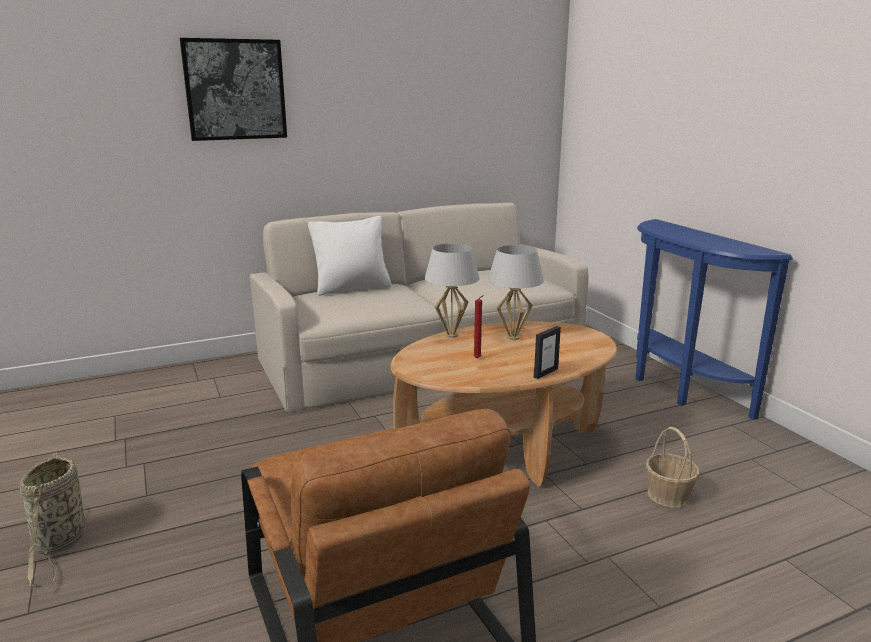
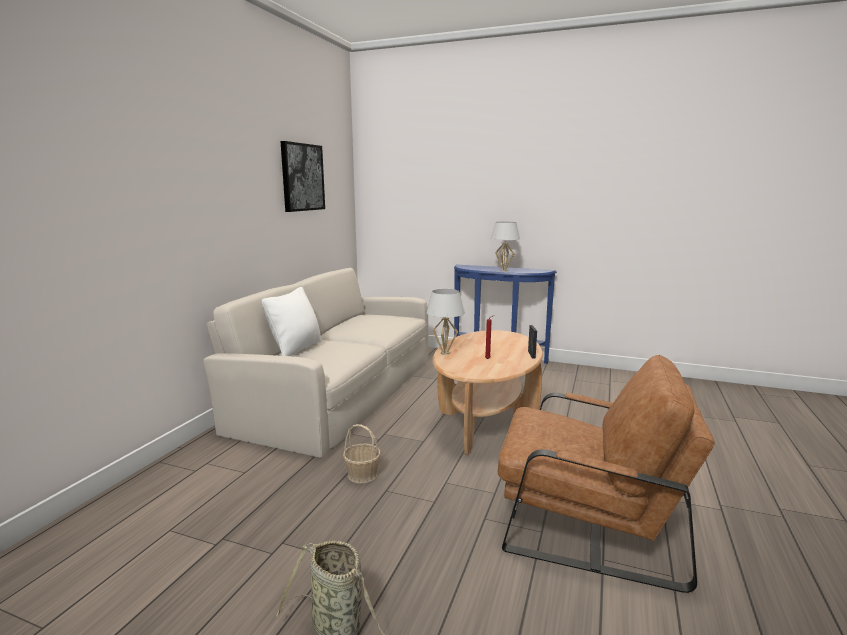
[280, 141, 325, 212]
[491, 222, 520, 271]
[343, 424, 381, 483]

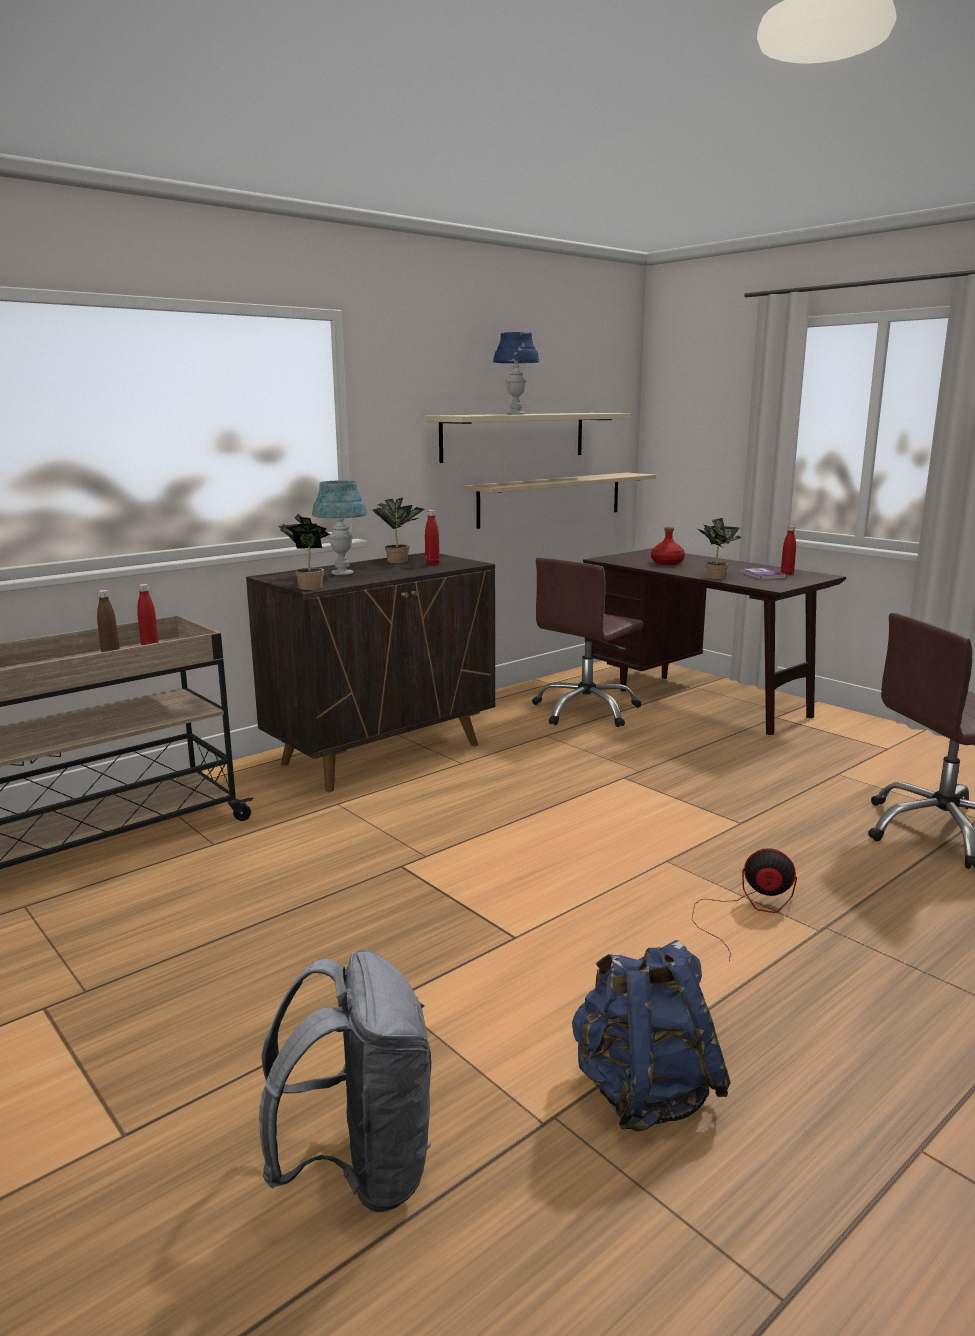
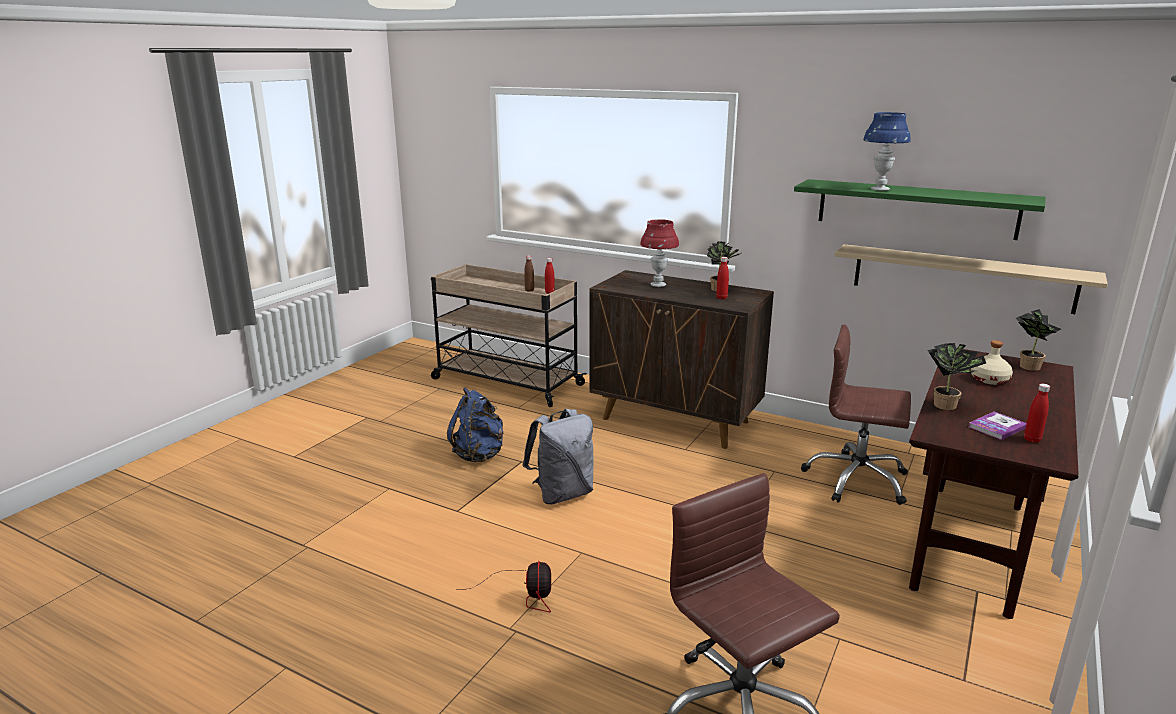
[522, 409, 594, 504]
[1016, 309, 1061, 371]
[447, 387, 504, 462]
[640, 219, 679, 287]
[794, 179, 1046, 240]
[970, 340, 1013, 385]

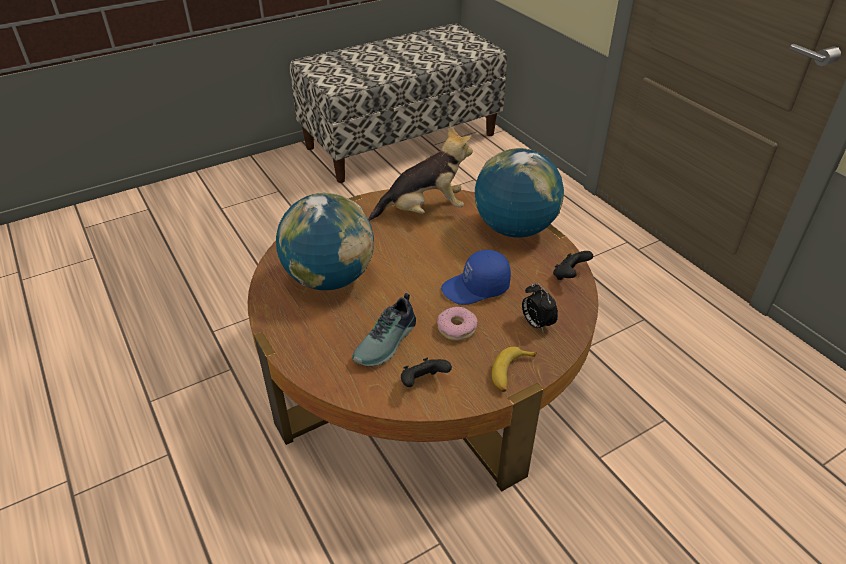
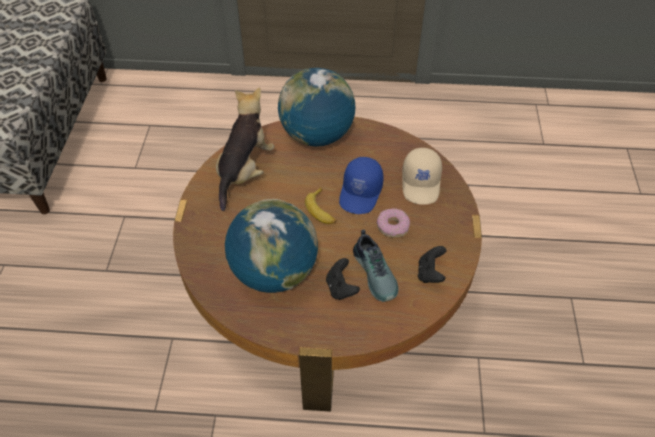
[305, 187, 337, 224]
[326, 258, 360, 300]
[402, 148, 442, 205]

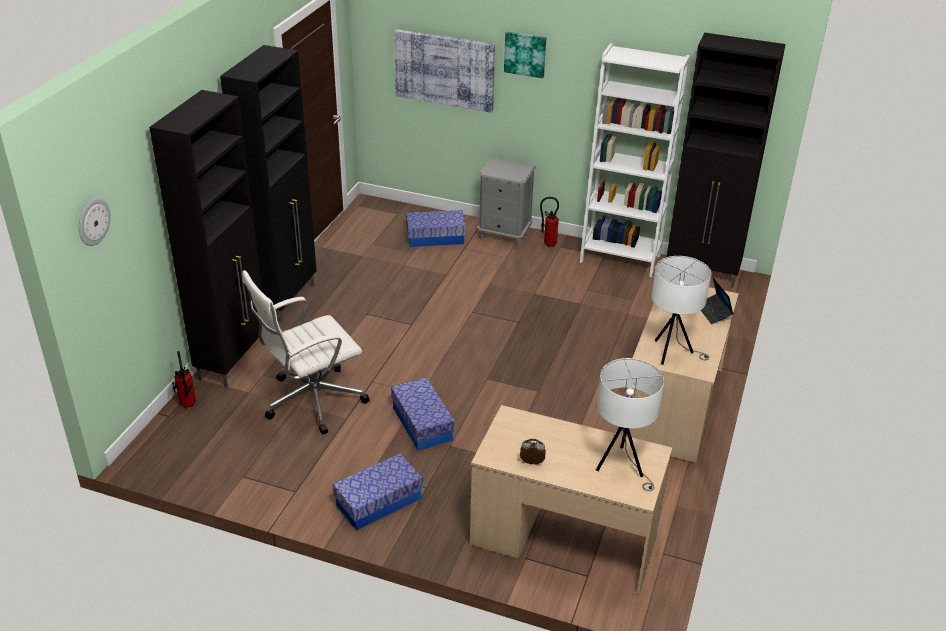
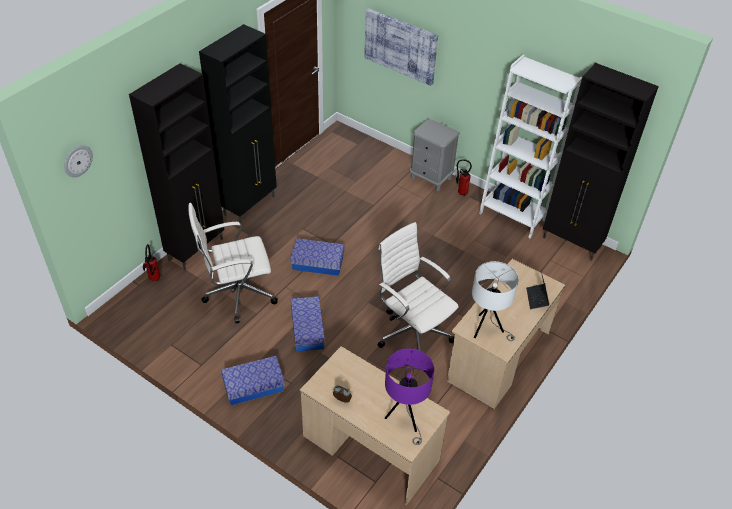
[504, 32, 546, 78] (first image)
[378, 222, 459, 351]
[290, 238, 344, 276]
[385, 348, 434, 445]

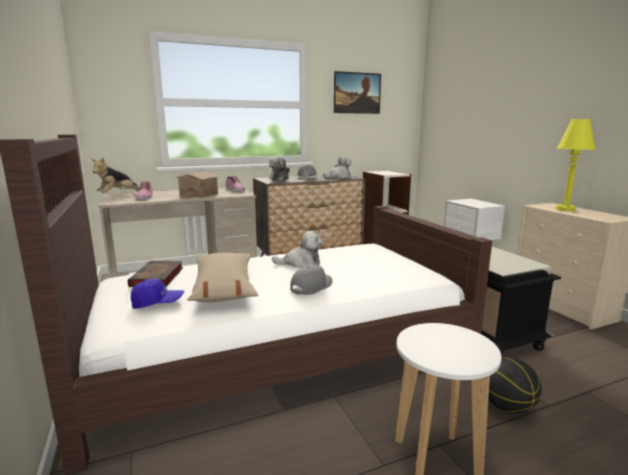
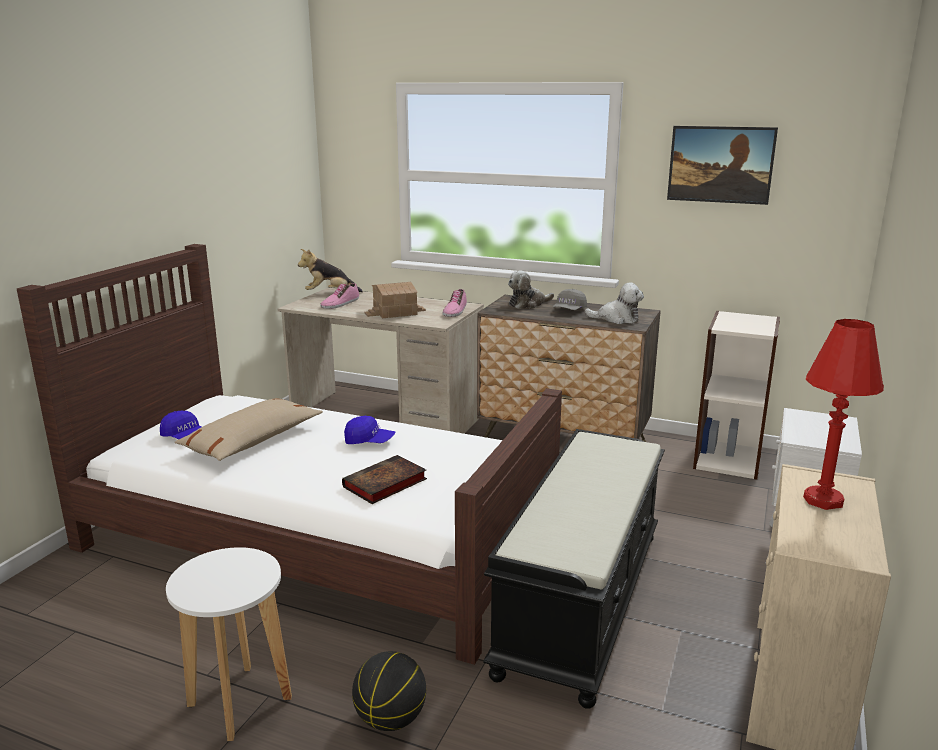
[290, 264, 332, 295] (first image)
[342, 455, 427, 504]
[344, 416, 396, 444]
[803, 319, 884, 510]

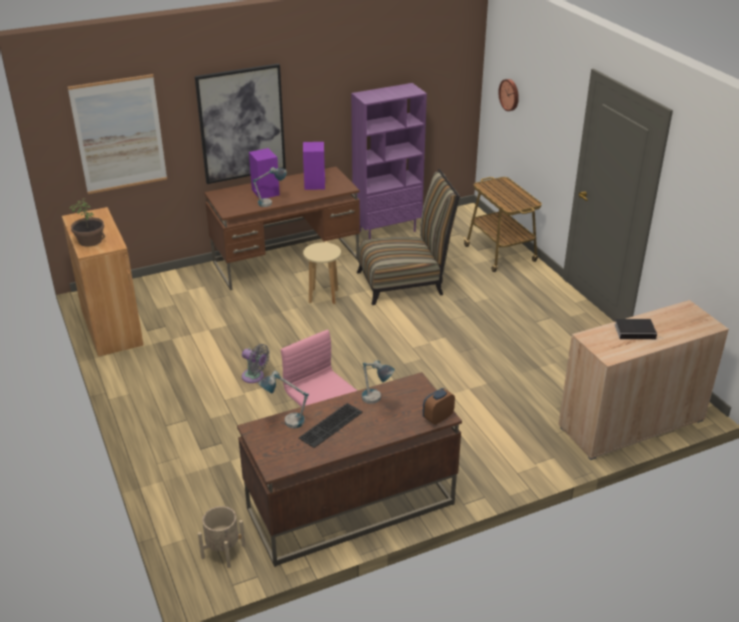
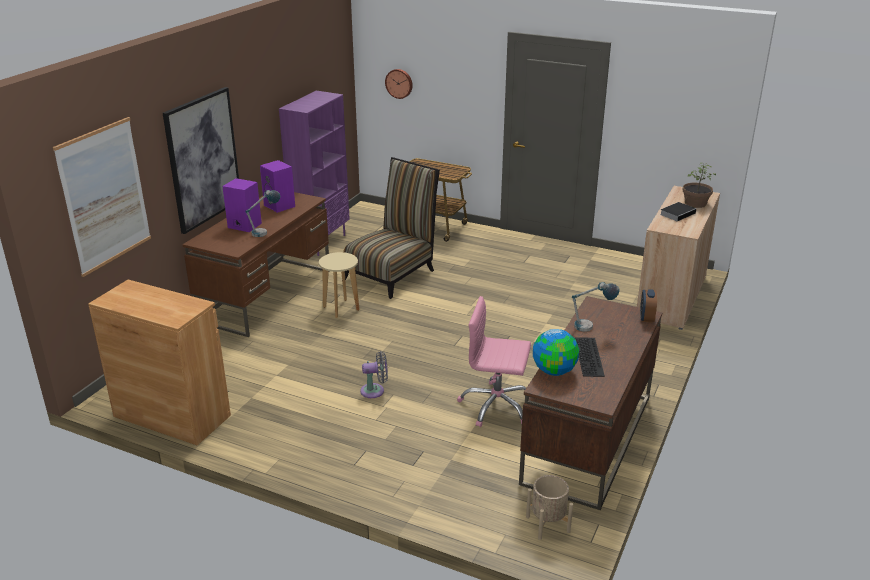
[683, 163, 716, 208]
[533, 329, 579, 376]

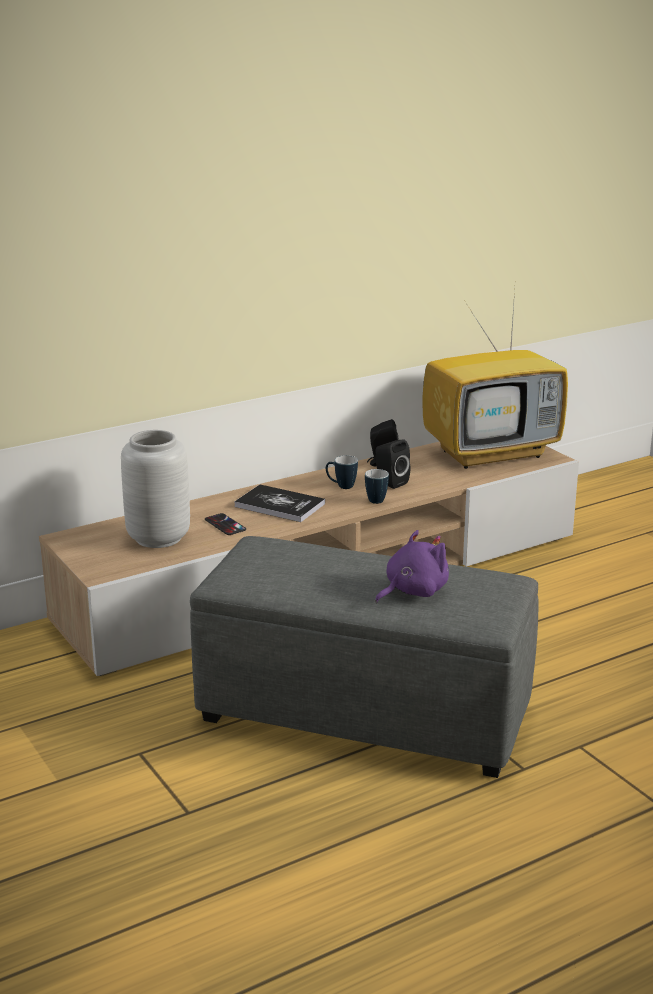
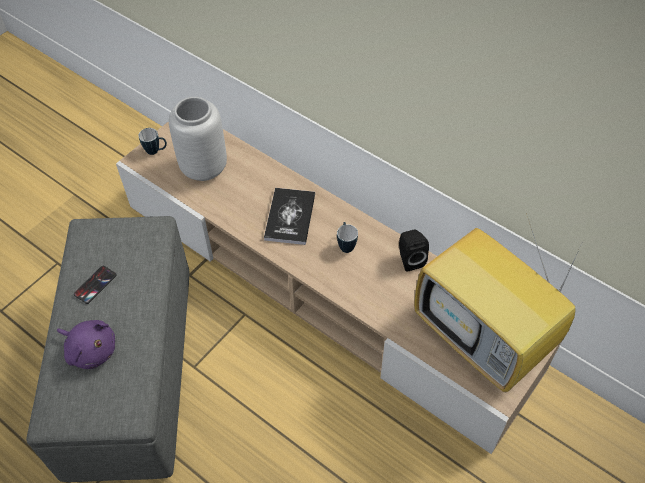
[375, 439, 410, 489] (first image)
[74, 266, 117, 304]
[139, 128, 167, 155]

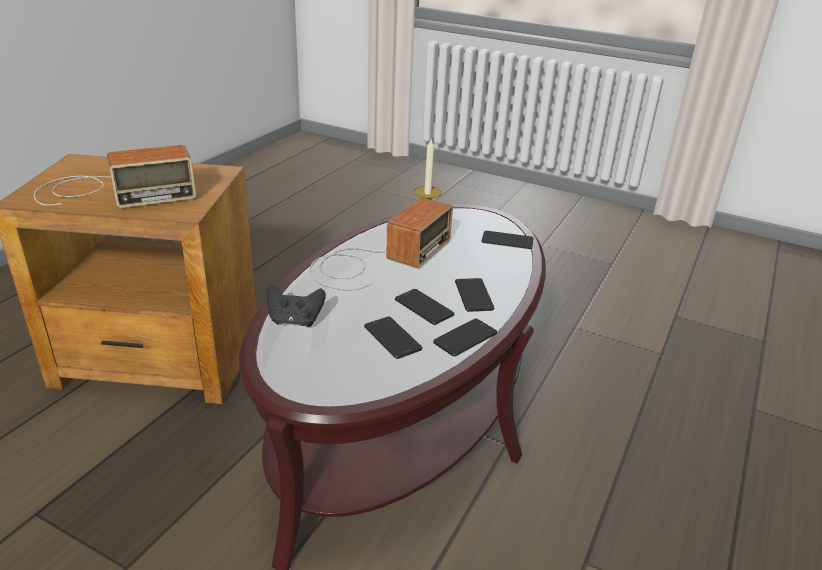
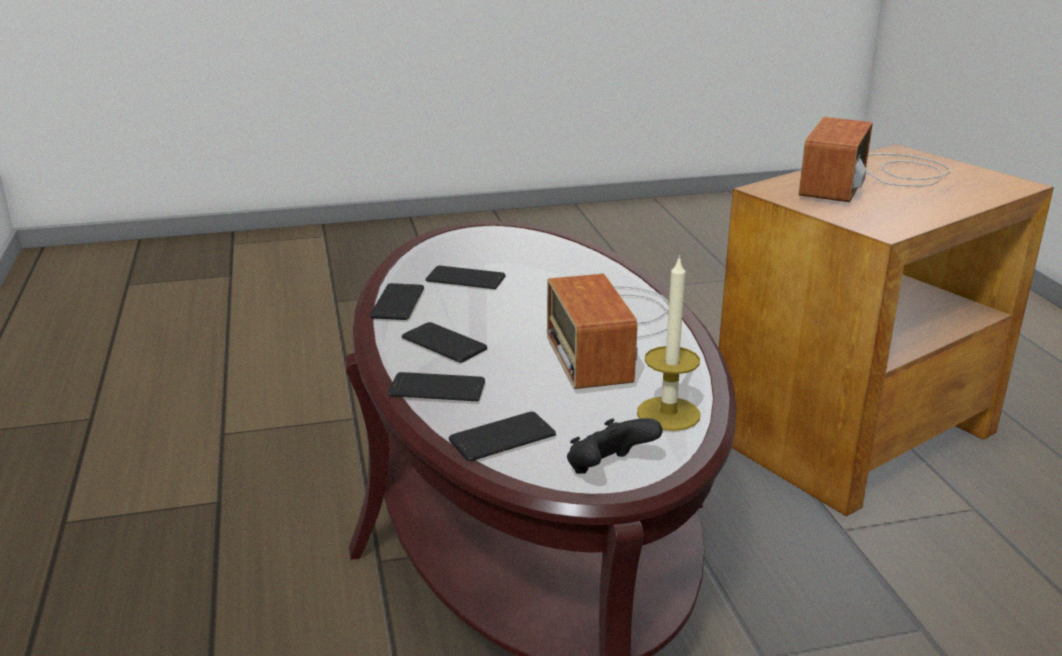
[567, 418, 663, 474]
[388, 372, 485, 401]

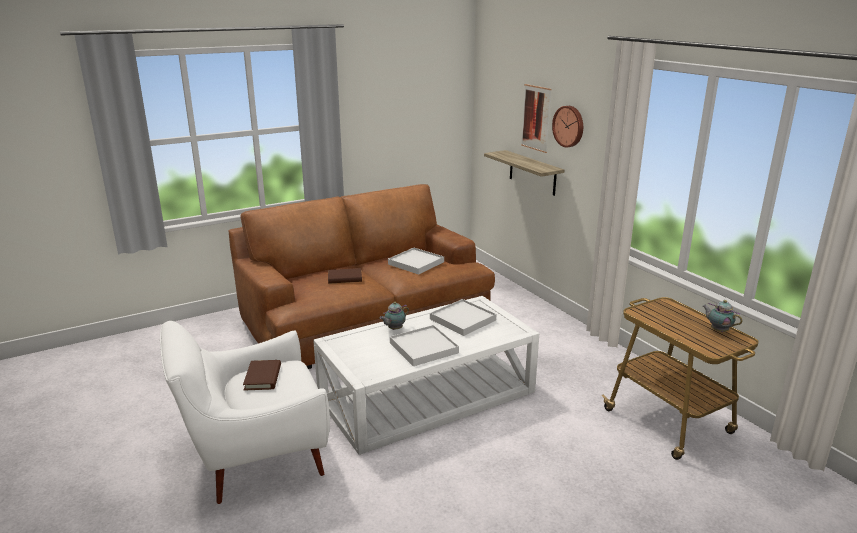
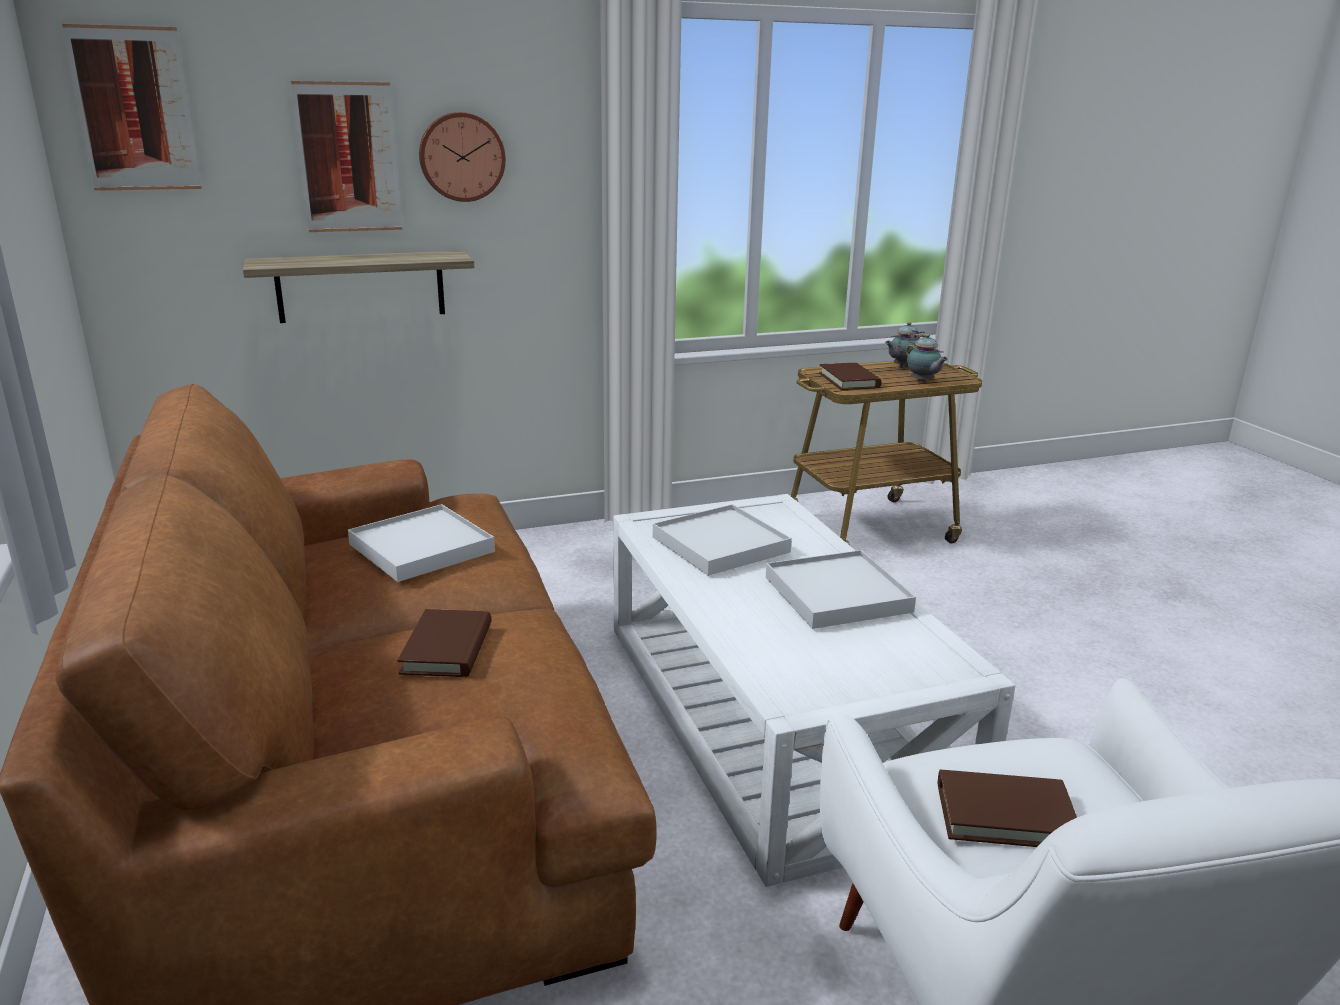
[62, 24, 202, 191]
[819, 363, 882, 390]
[906, 334, 948, 383]

